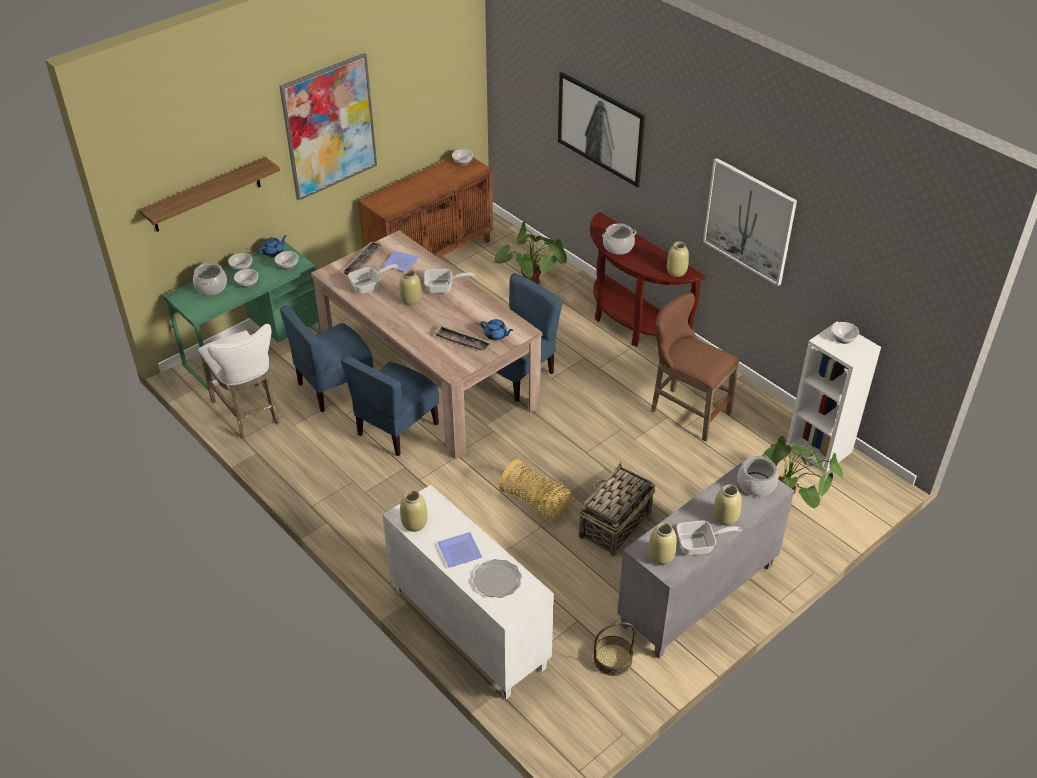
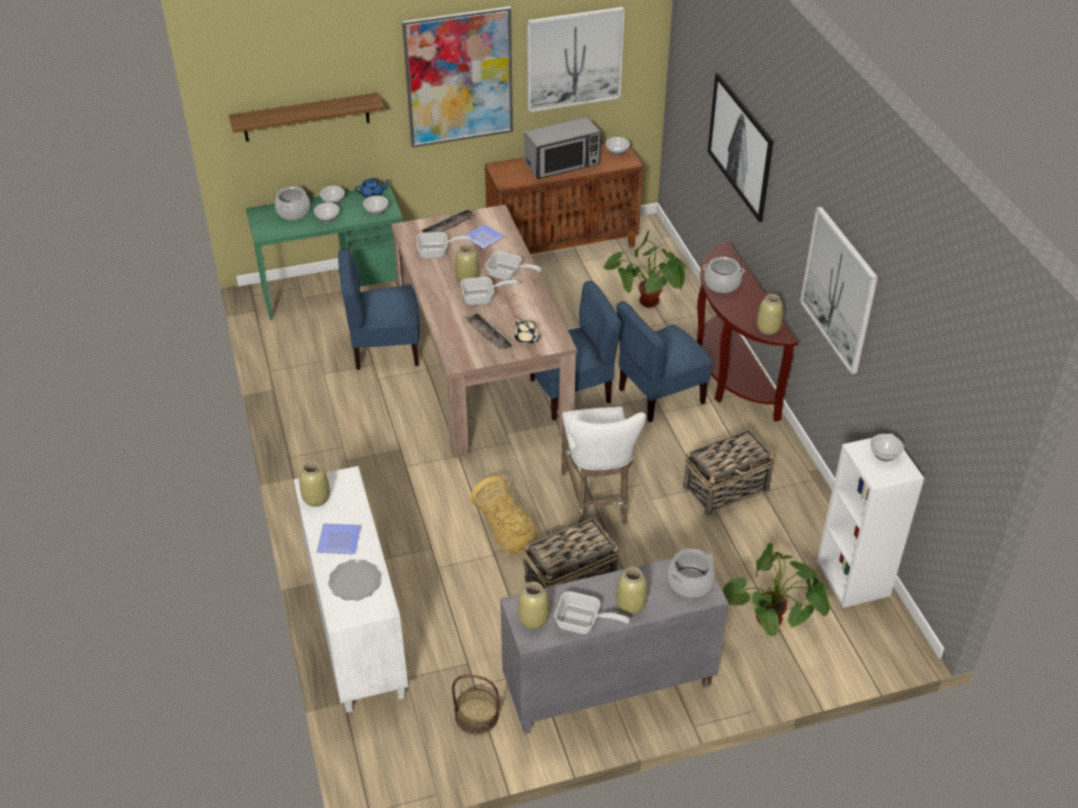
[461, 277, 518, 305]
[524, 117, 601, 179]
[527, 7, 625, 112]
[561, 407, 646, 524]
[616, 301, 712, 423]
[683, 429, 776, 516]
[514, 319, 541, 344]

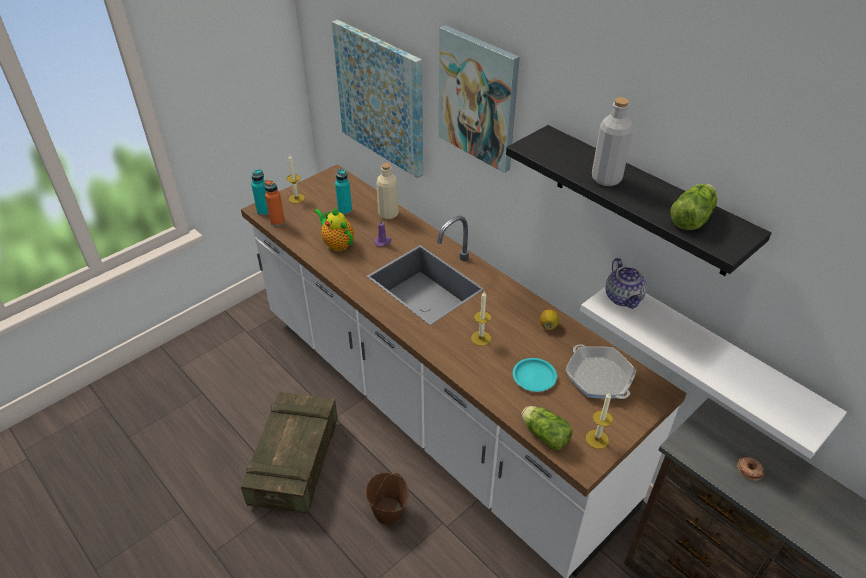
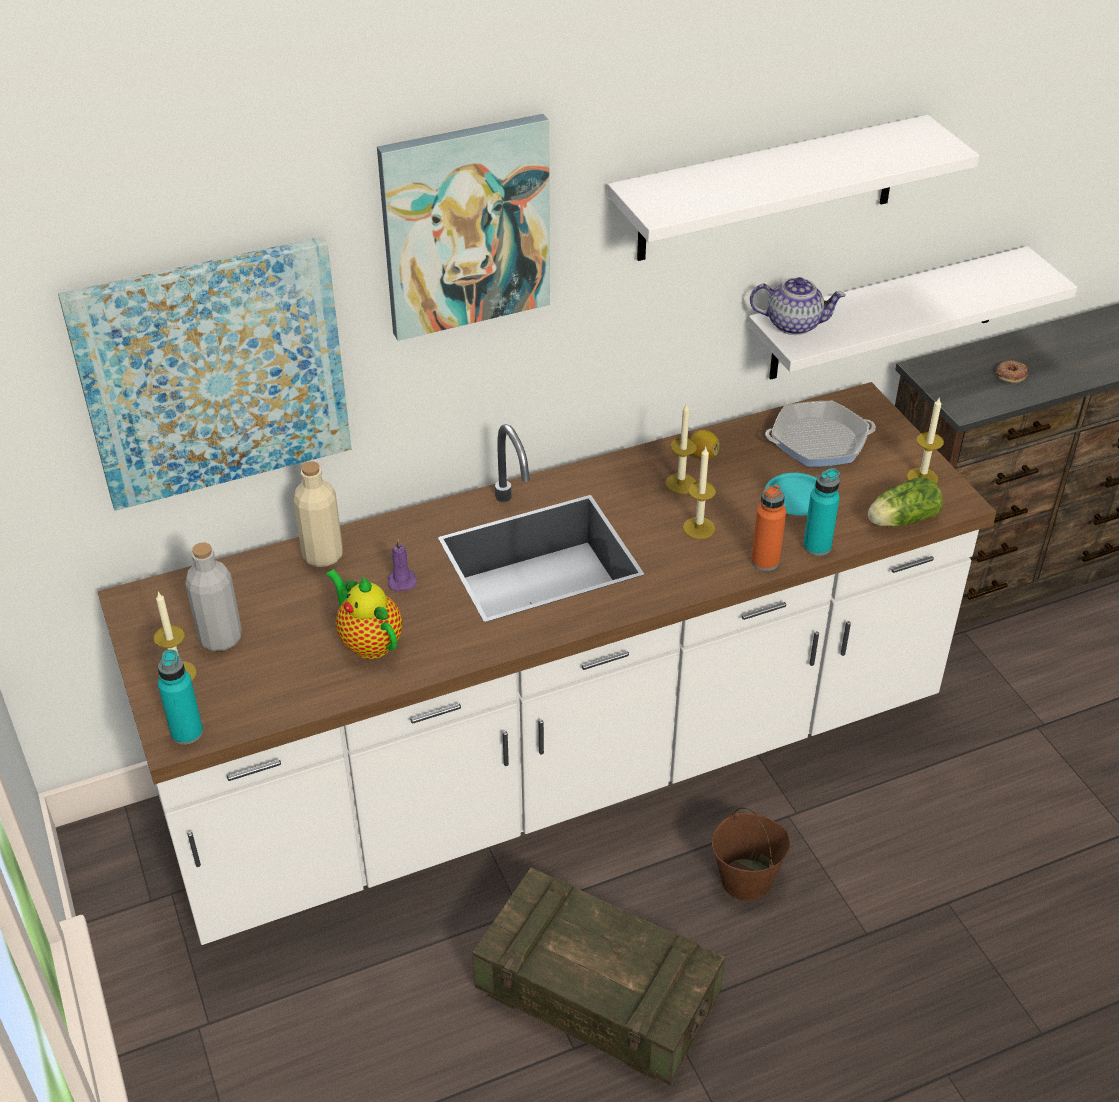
[670, 184, 717, 230] (first image)
[665, 403, 697, 494]
[751, 484, 786, 571]
[803, 468, 840, 556]
[185, 543, 242, 651]
[608, 115, 979, 261]
[326, 569, 403, 659]

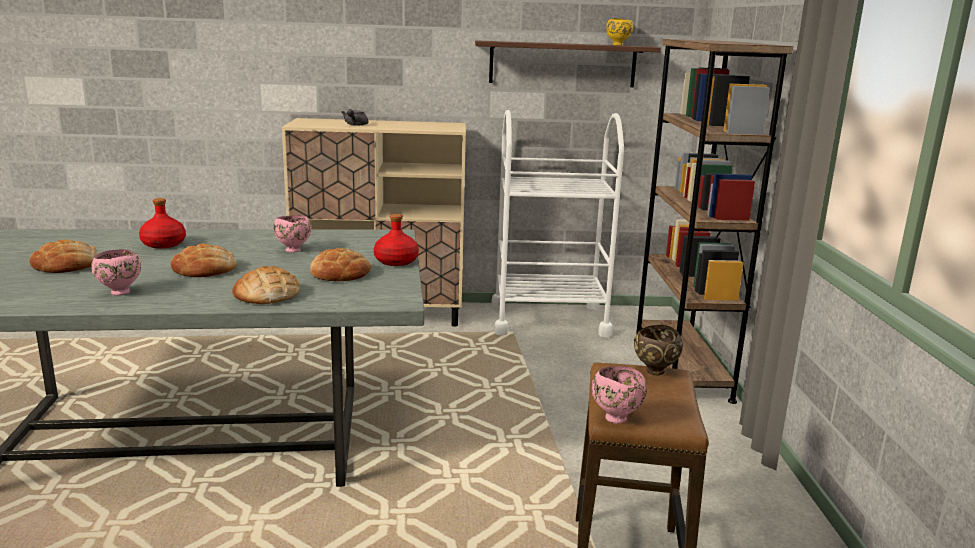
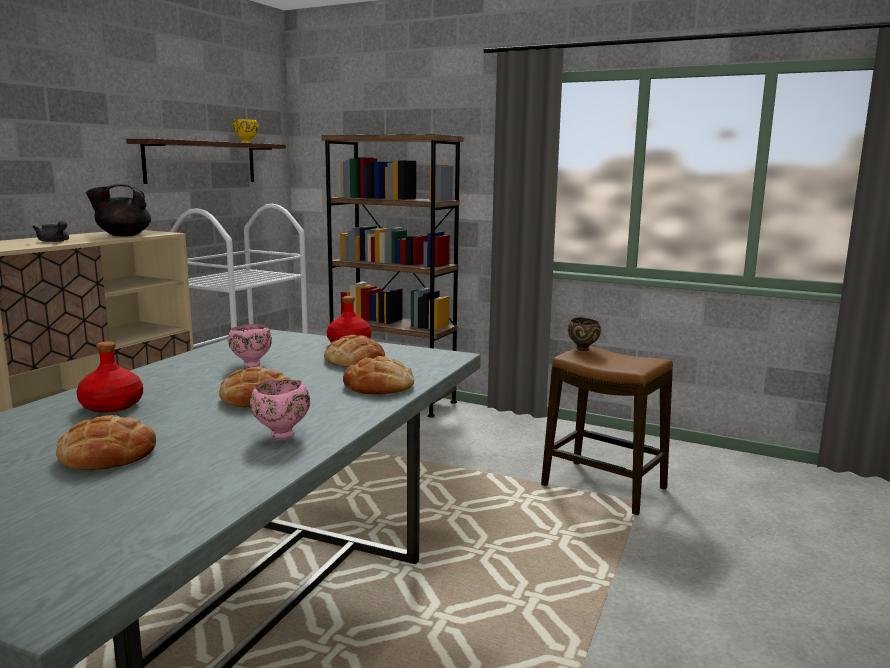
[591, 366, 647, 424] (first image)
[86, 184, 151, 237]

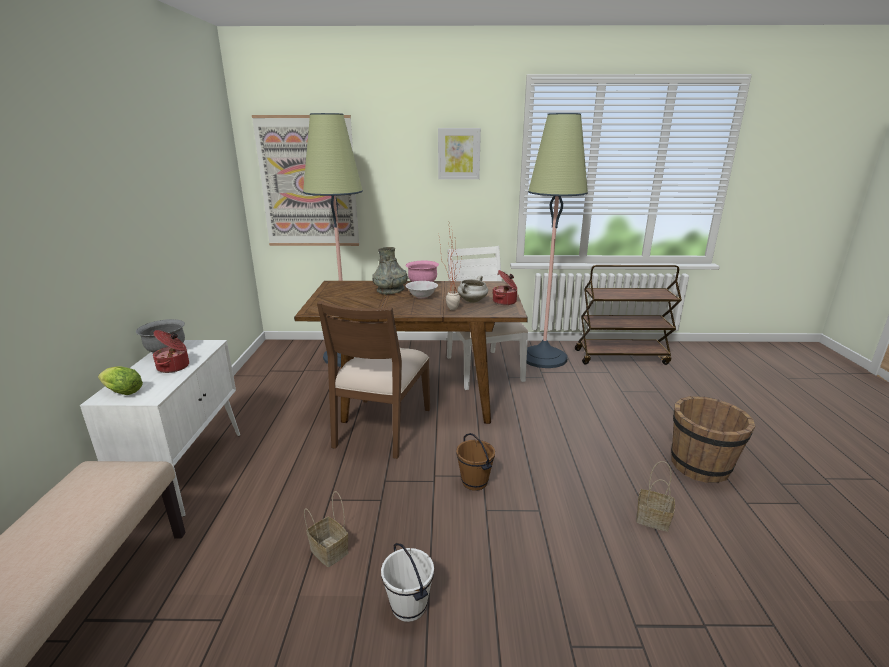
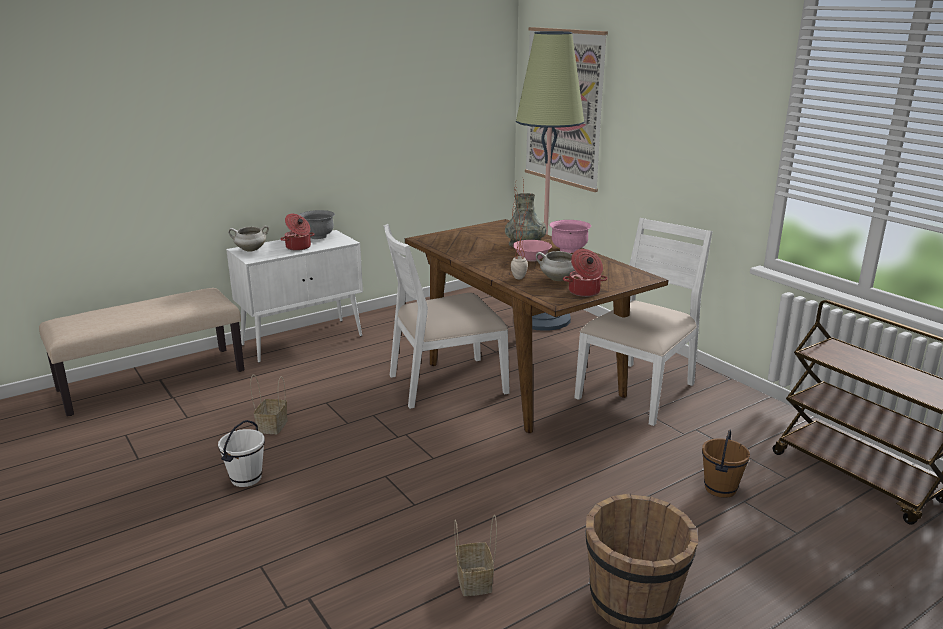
[438, 128, 481, 179] (first image)
[526, 113, 588, 368] (first image)
[702, 429, 750, 498]
[228, 225, 269, 252]
[383, 224, 510, 409]
[513, 240, 552, 262]

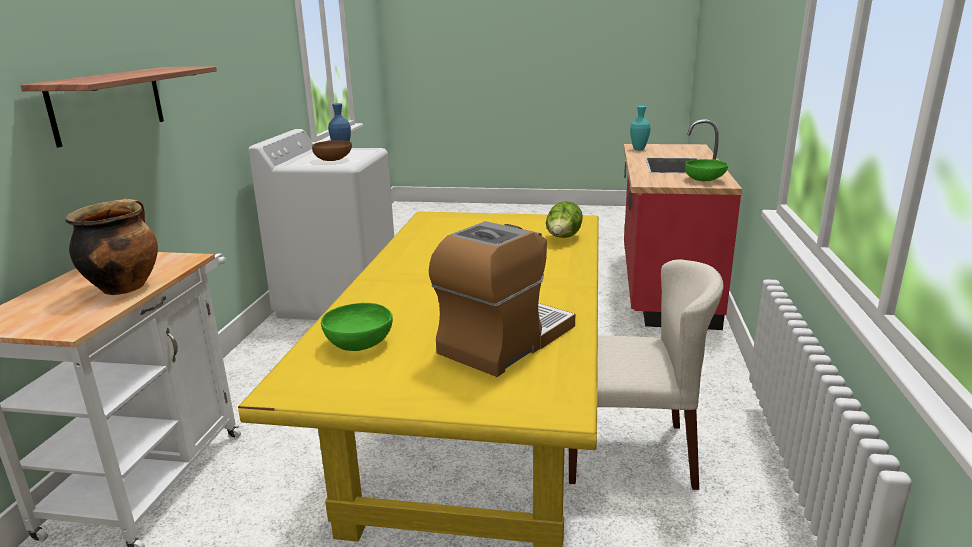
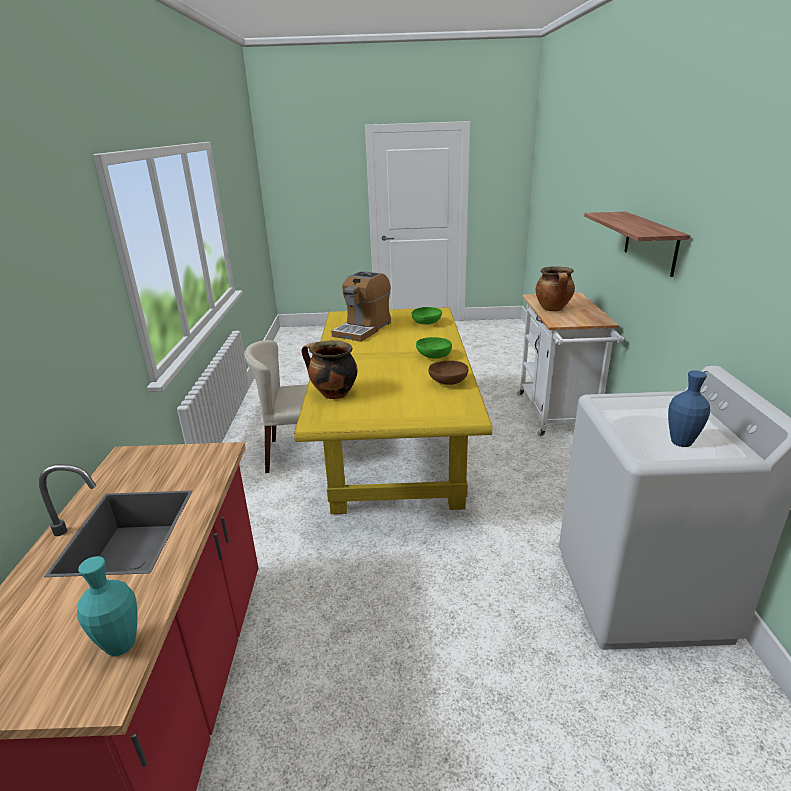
[429, 360, 468, 385]
[416, 337, 452, 359]
[302, 340, 358, 399]

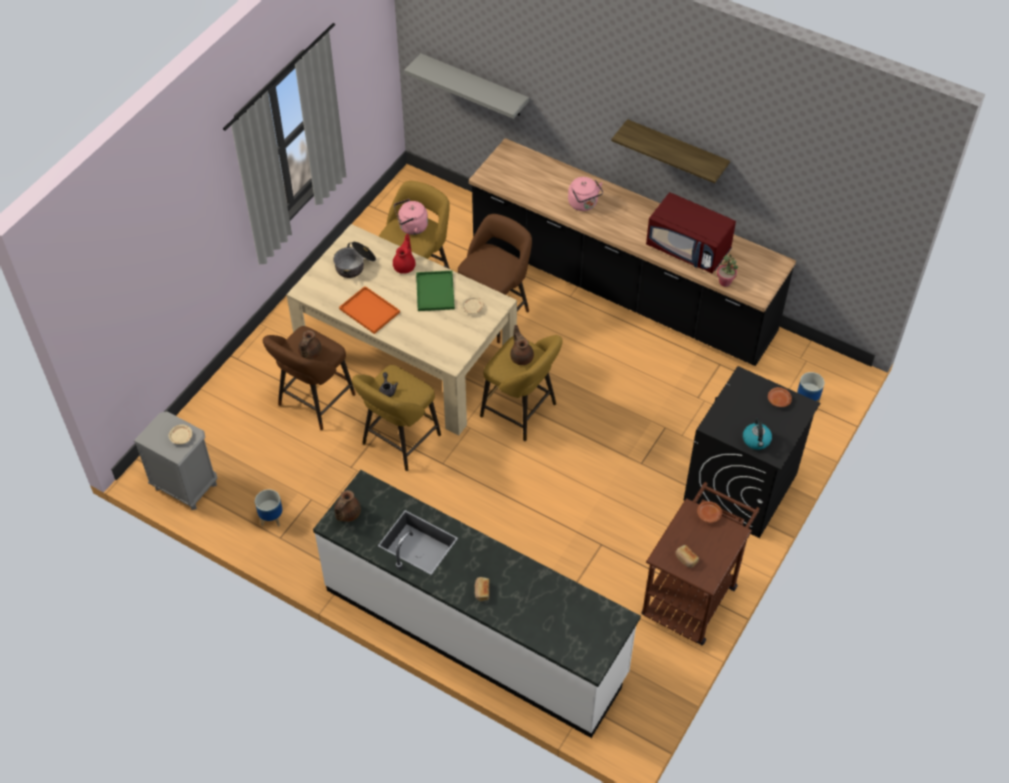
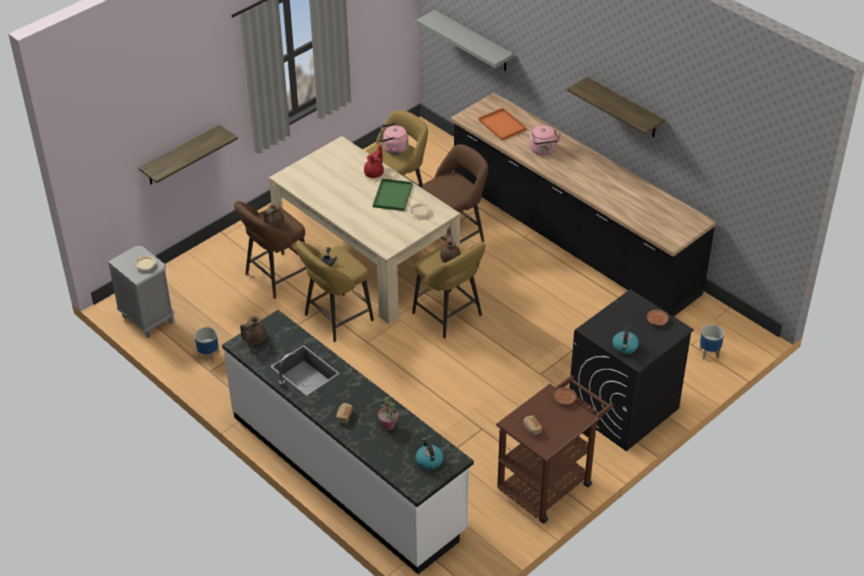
[333, 242, 376, 278] (first image)
[646, 192, 736, 273] (first image)
[139, 125, 238, 185]
[415, 438, 443, 470]
[478, 108, 527, 140]
[378, 397, 399, 430]

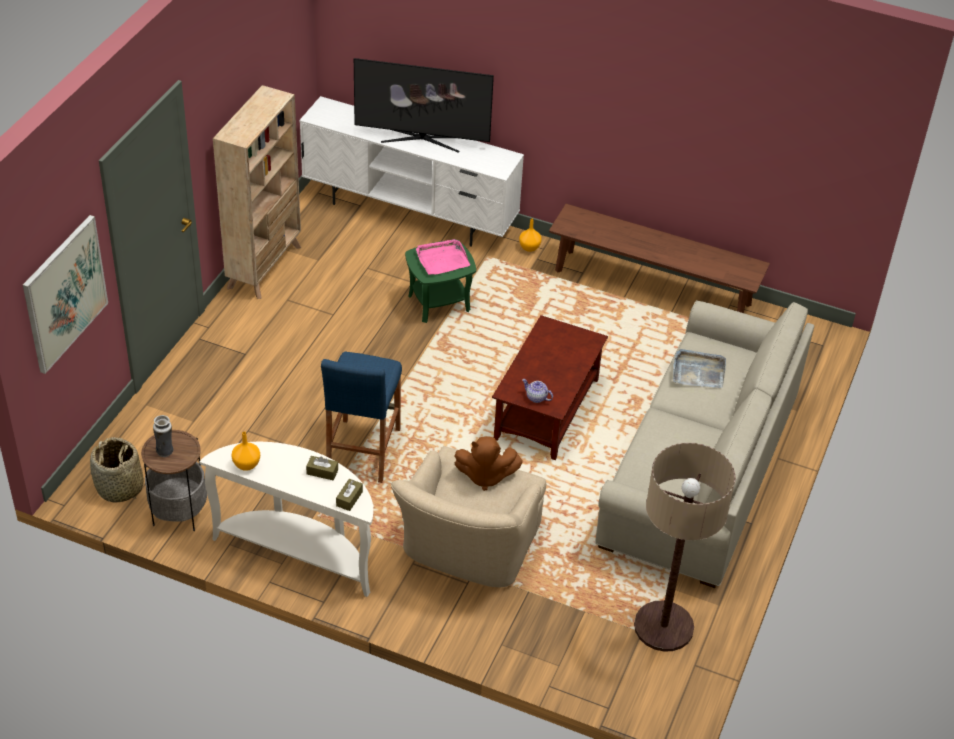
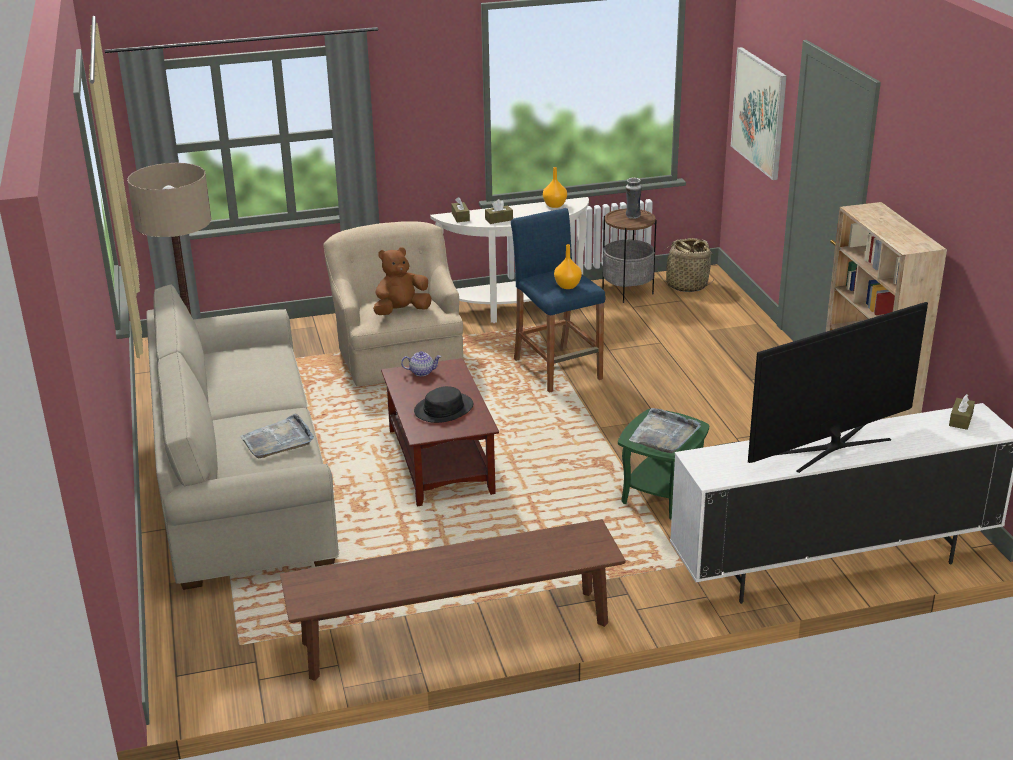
[414, 386, 473, 423]
[949, 394, 975, 430]
[554, 244, 582, 289]
[629, 408, 701, 453]

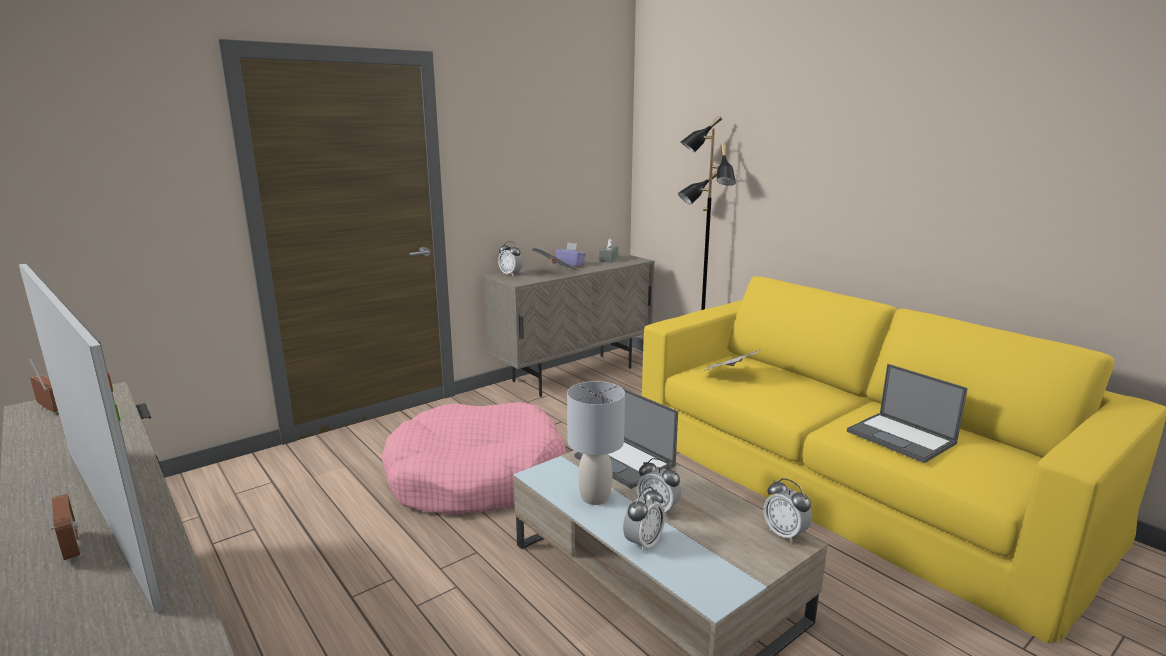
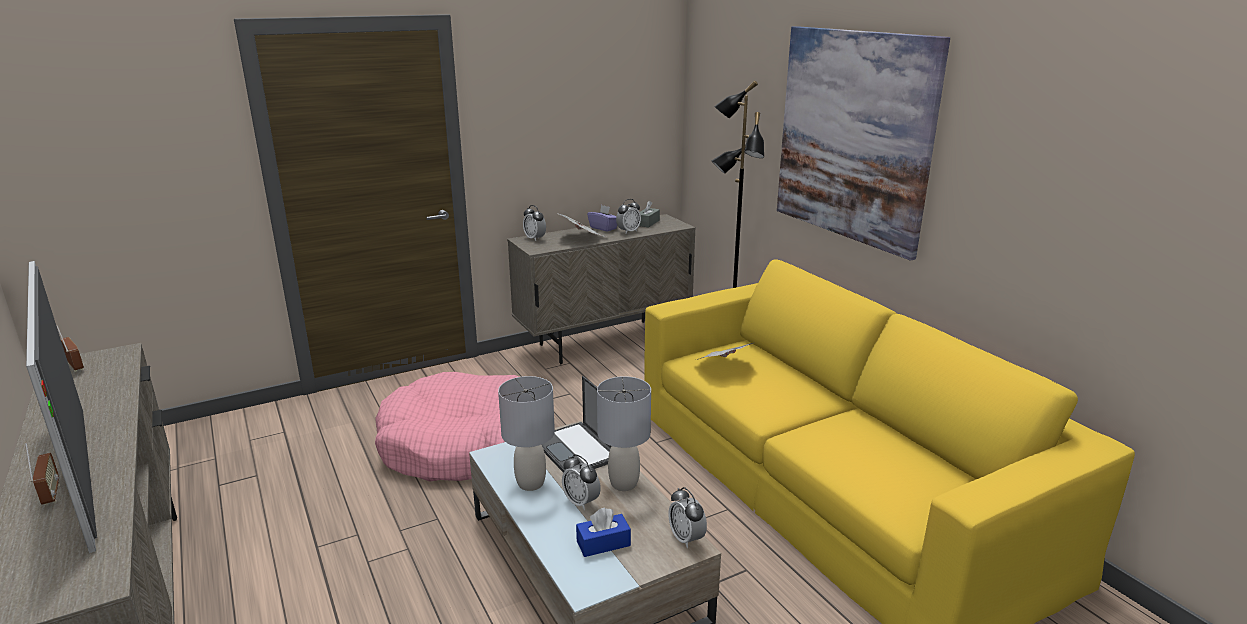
[847, 364, 968, 463] (first image)
[576, 508, 631, 557]
[597, 376, 651, 491]
[777, 26, 950, 260]
[616, 199, 641, 233]

